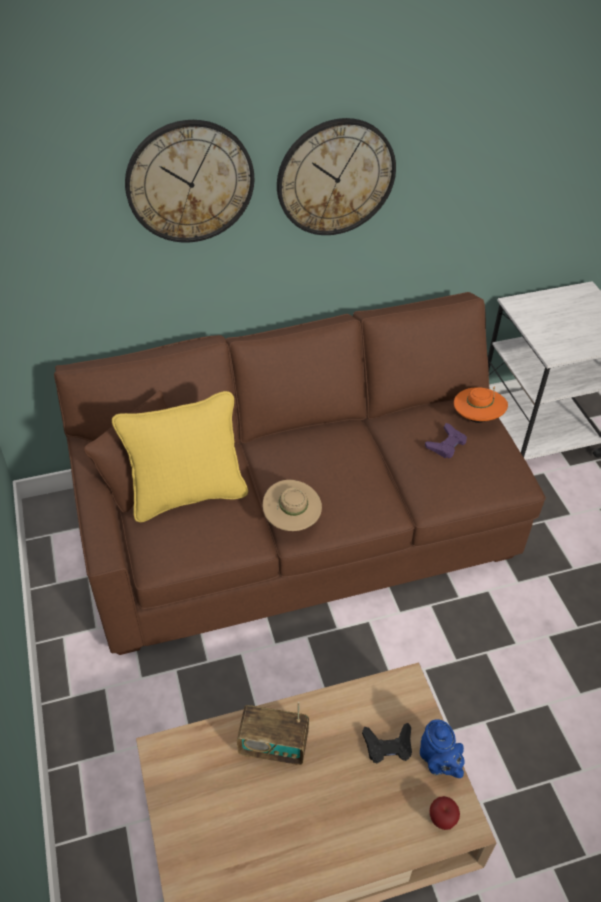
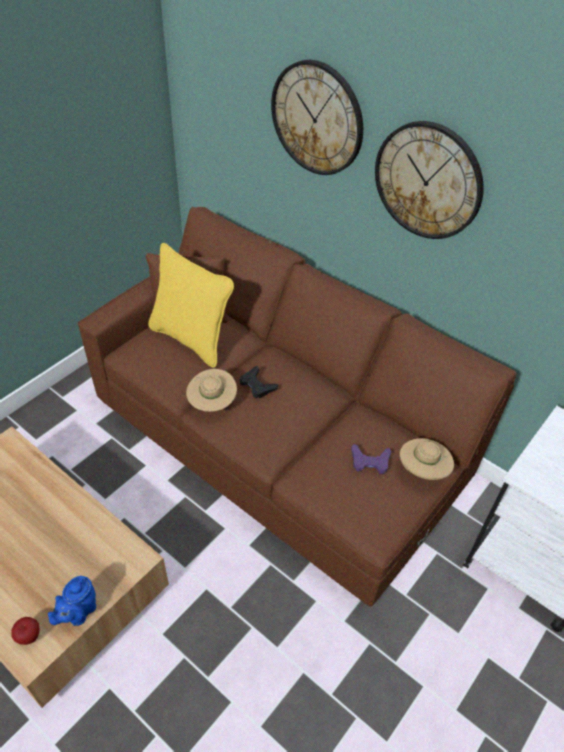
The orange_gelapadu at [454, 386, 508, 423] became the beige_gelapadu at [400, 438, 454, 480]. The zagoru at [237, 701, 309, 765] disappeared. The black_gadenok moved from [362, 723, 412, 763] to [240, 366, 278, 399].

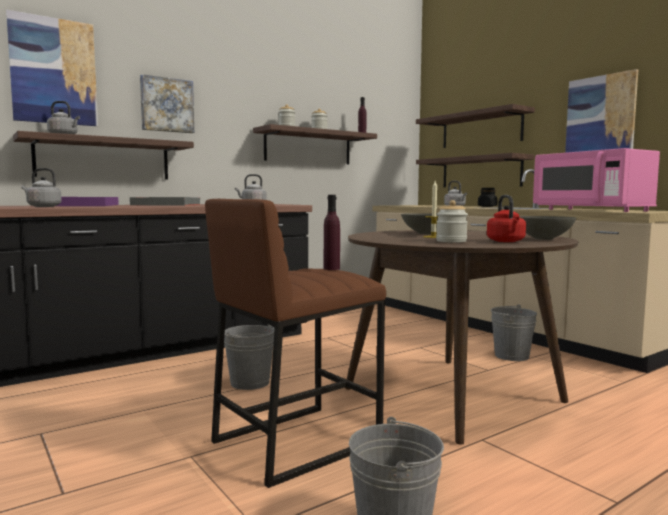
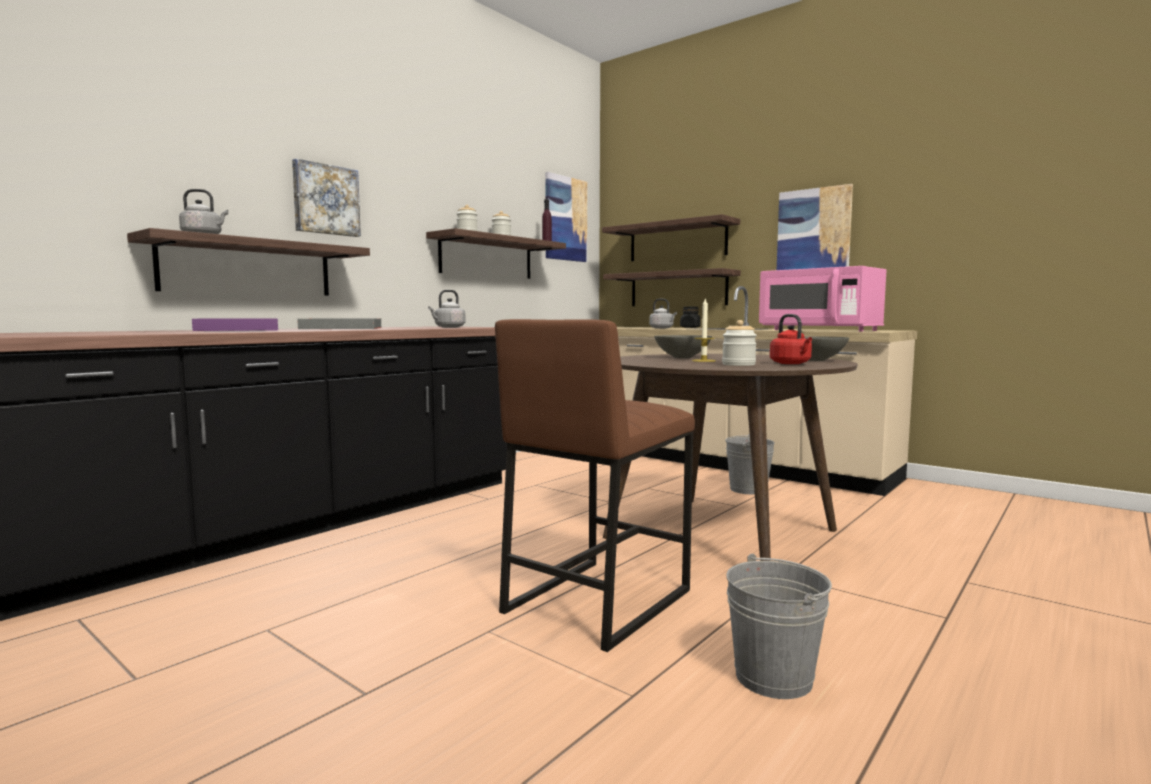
The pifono moved from [6, 10, 98, 126] to [545, 172, 587, 262]. The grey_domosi at [21, 168, 62, 207] disappeared. The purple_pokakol at [324, 195, 340, 270] disappeared. The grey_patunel at [224, 324, 275, 390] disappeared.

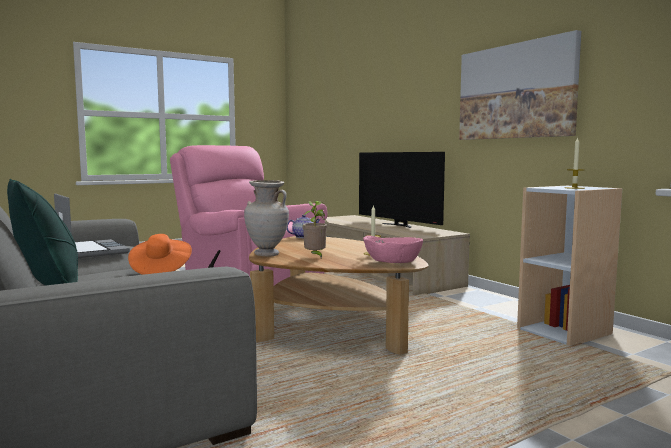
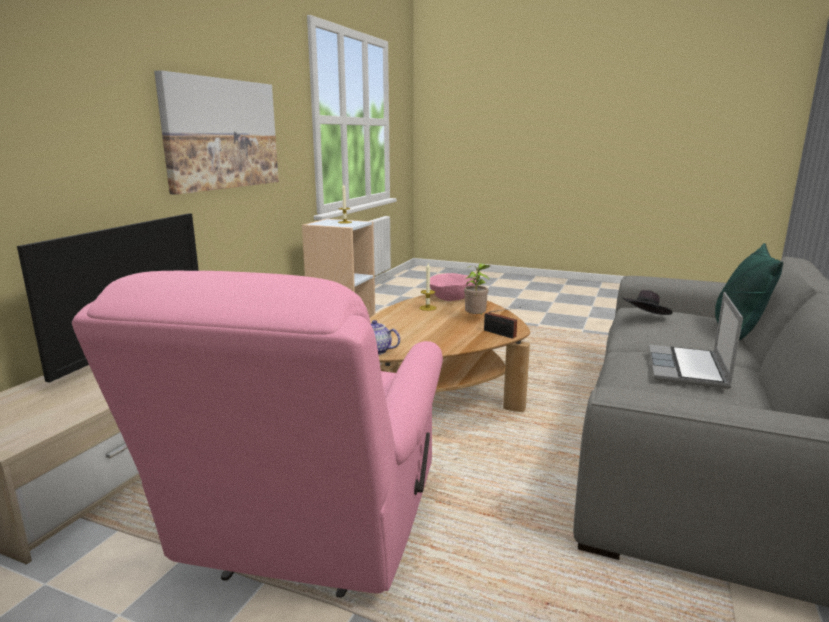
The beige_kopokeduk at [244, 180, 289, 257] was replaced by the zagoru at [484, 307, 521, 339]. The orange_gelapadu at [128, 234, 192, 275] became the black_gelapadu at [621, 290, 673, 315].

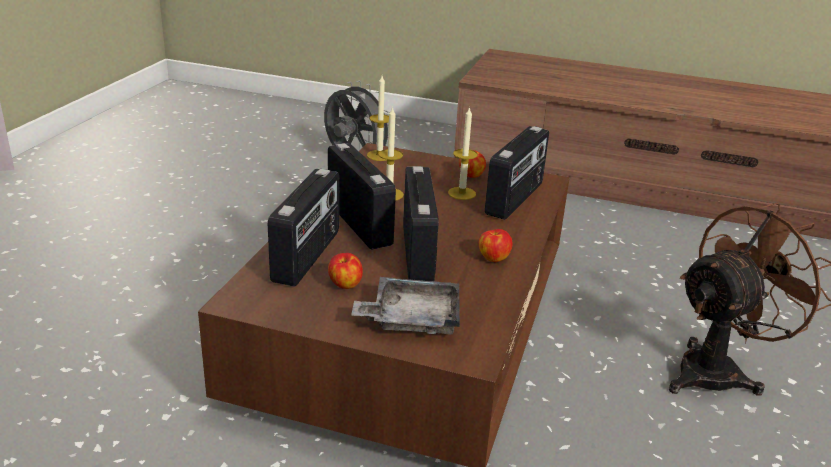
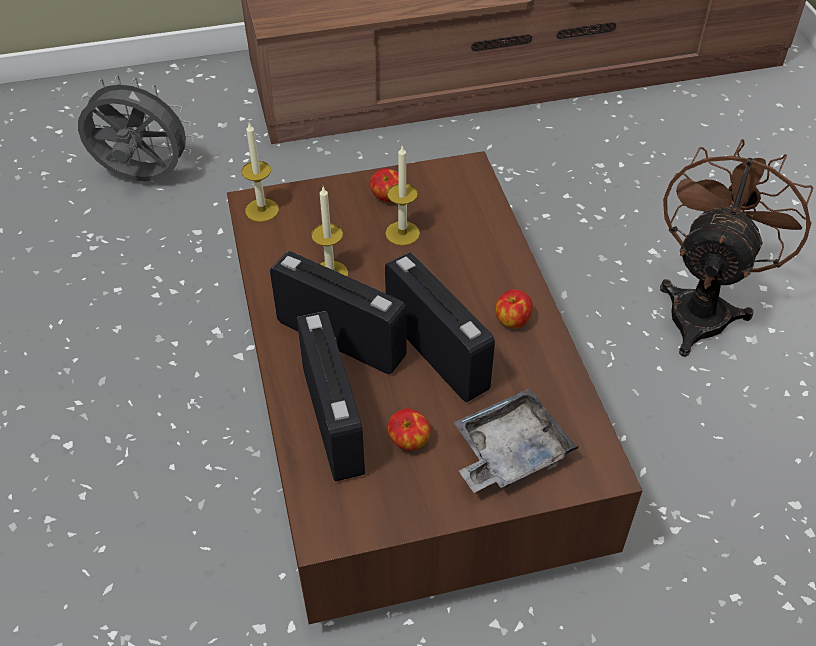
The zagoru at [485, 126, 549, 220] disappeared.

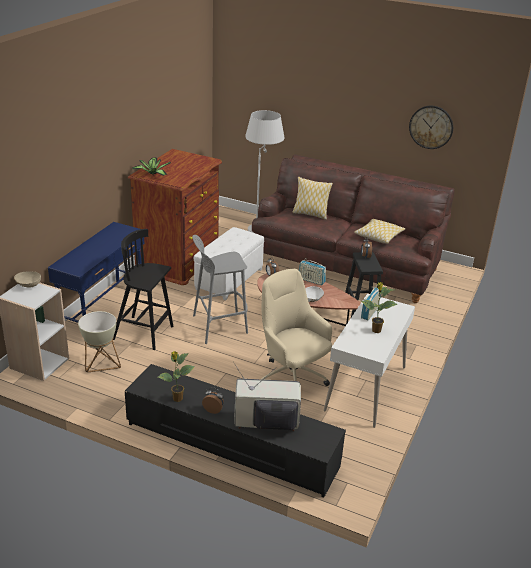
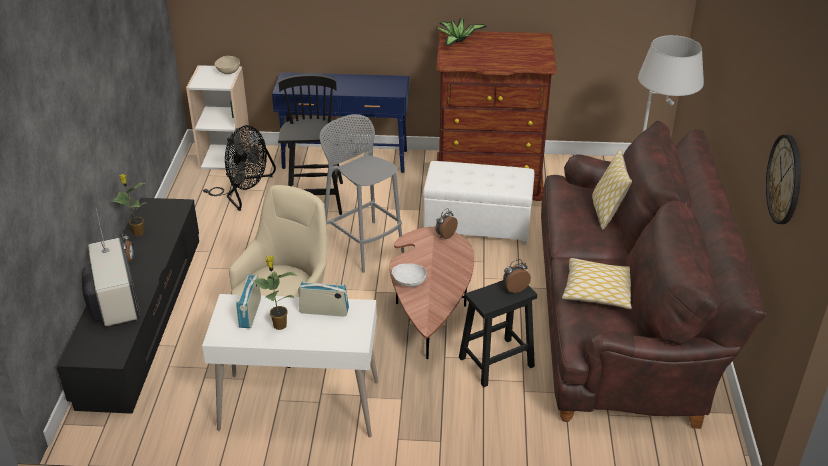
The zagoru moved from [299, 258, 326, 285] to [236, 272, 261, 328]. The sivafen at [78, 311, 121, 372] was replaced by the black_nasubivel at [203, 125, 276, 211].

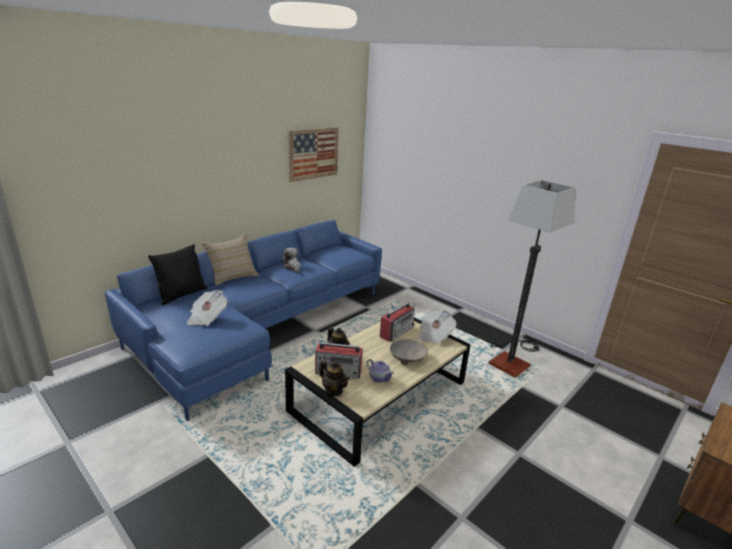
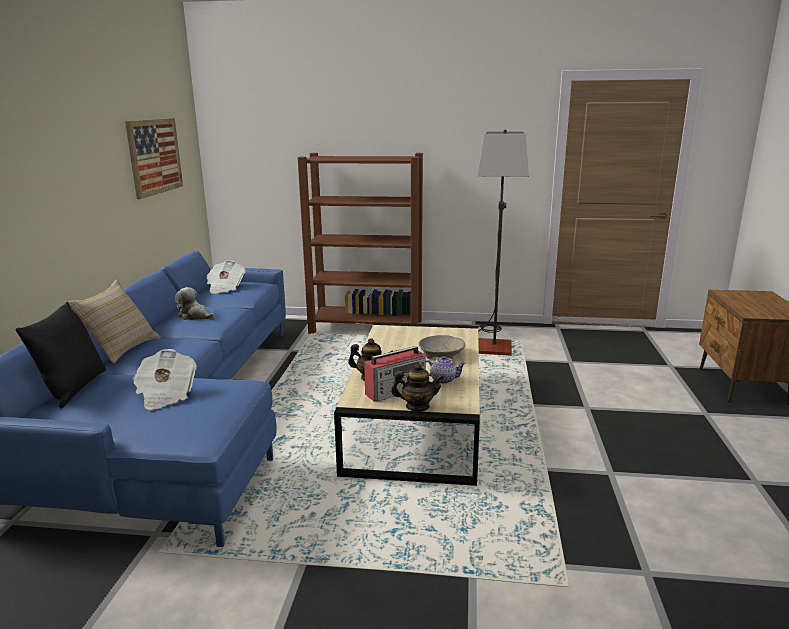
The zagoru at [380, 302, 415, 342] disappeared. The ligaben moved from [418, 310, 456, 344] to [206, 260, 245, 294]. The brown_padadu at [298, 153, 423, 334] appeared.

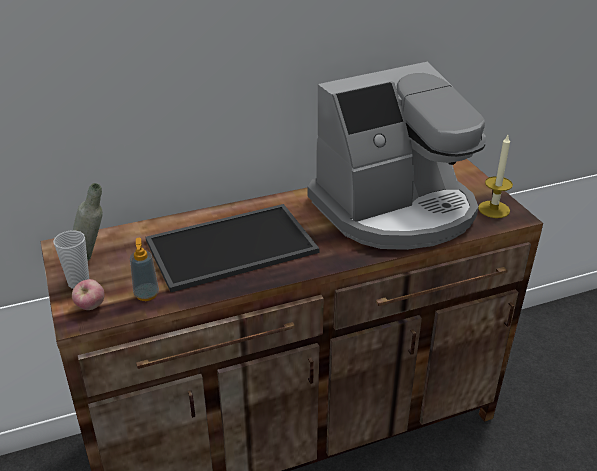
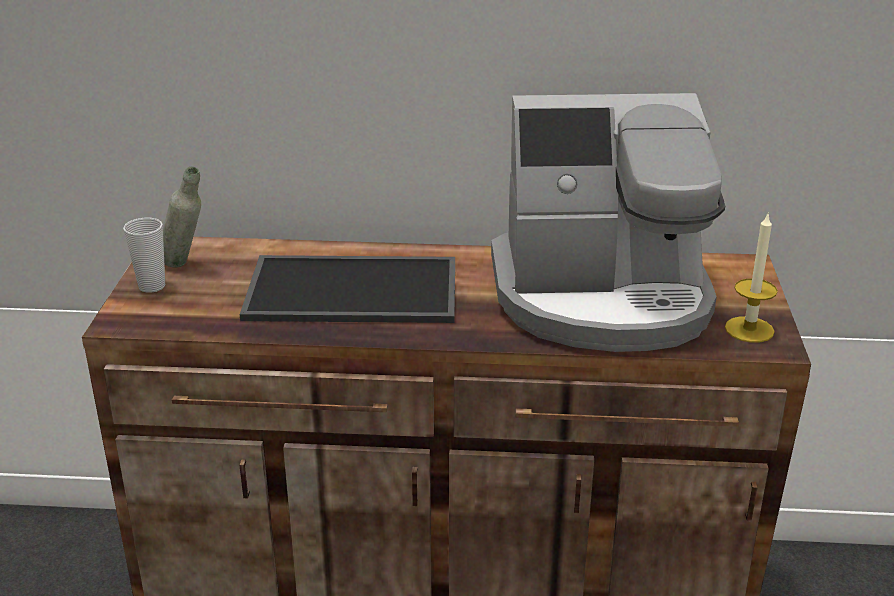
The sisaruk at [130, 238, 159, 301] disappeared. The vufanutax at [72, 279, 105, 310] disappeared.

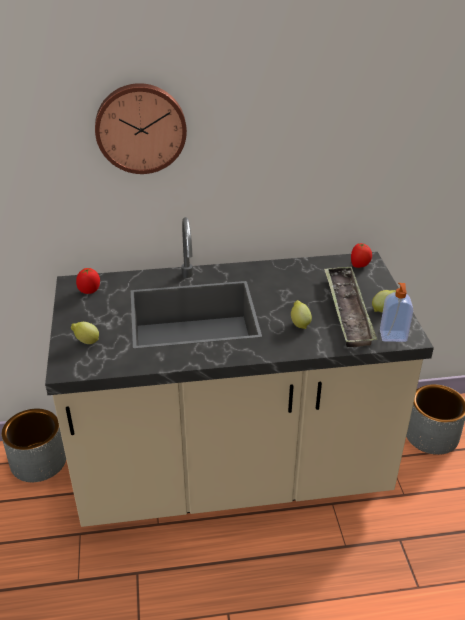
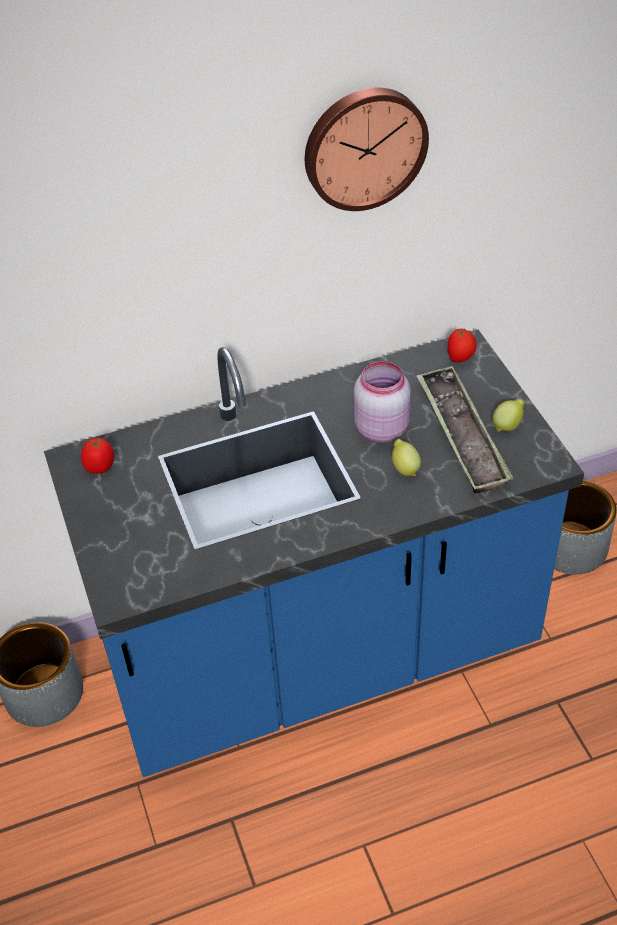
The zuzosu moved from [95, 83, 187, 174] to [305, 88, 429, 211]. The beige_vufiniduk at [45, 217, 434, 527] became the blue_vufiniduk at [44, 330, 584, 777]. The sisaruk at [380, 283, 413, 342] disappeared. The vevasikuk at [71, 322, 99, 344] disappeared. The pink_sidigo at [354, 361, 411, 443] appeared.

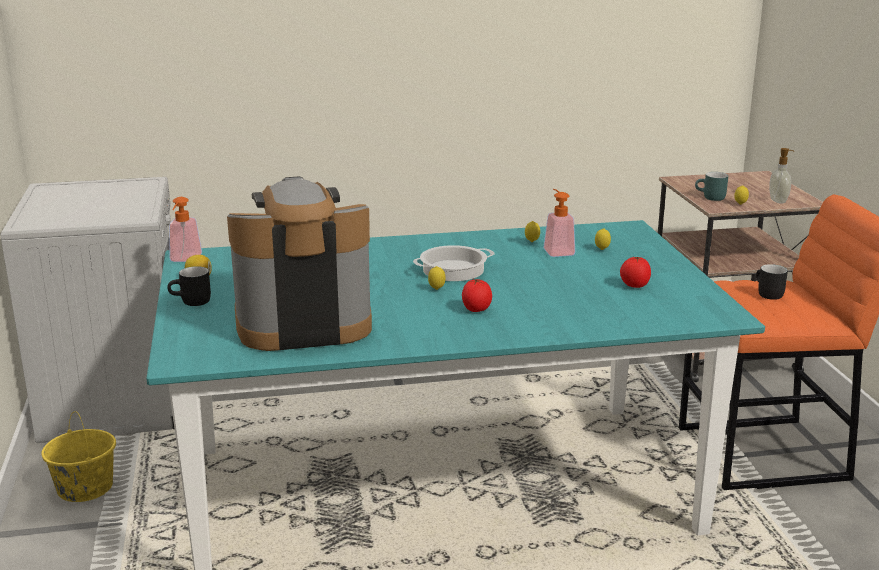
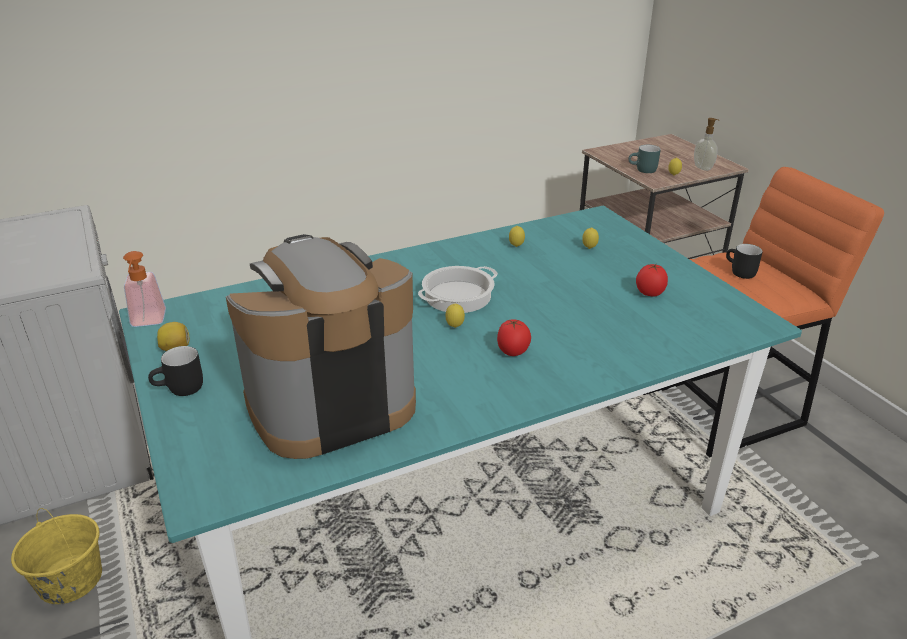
The sisaruk at [543, 189, 575, 257] disappeared.

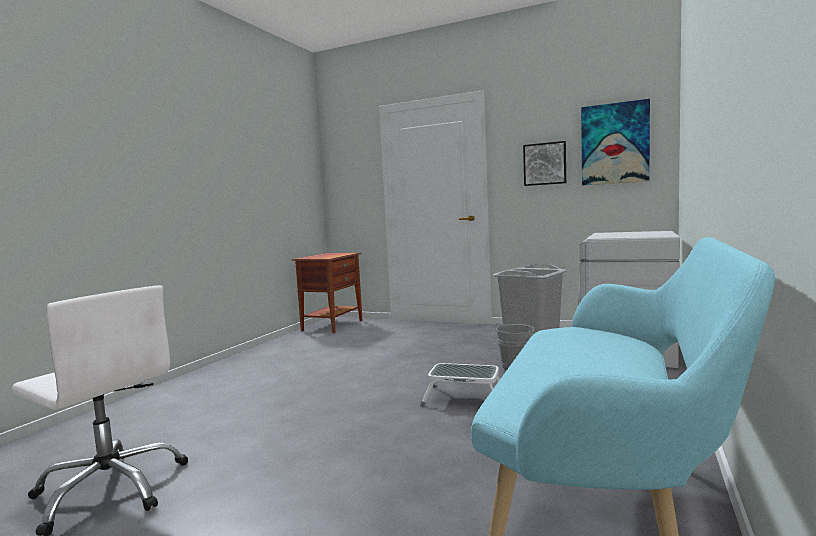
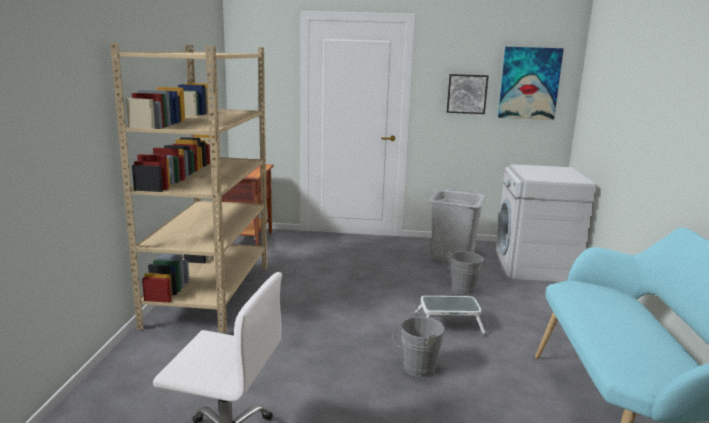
The beige_padadu at [110, 43, 267, 334] appeared. The grey_patunel at [392, 312, 445, 377] appeared.

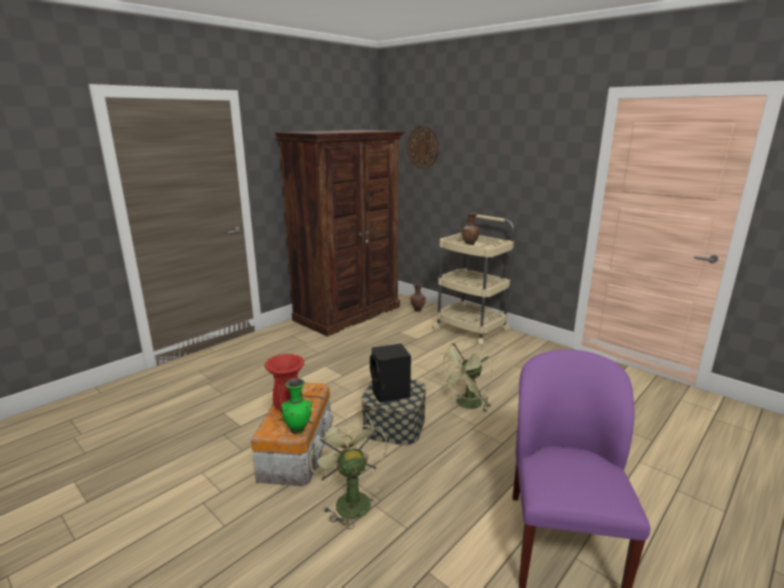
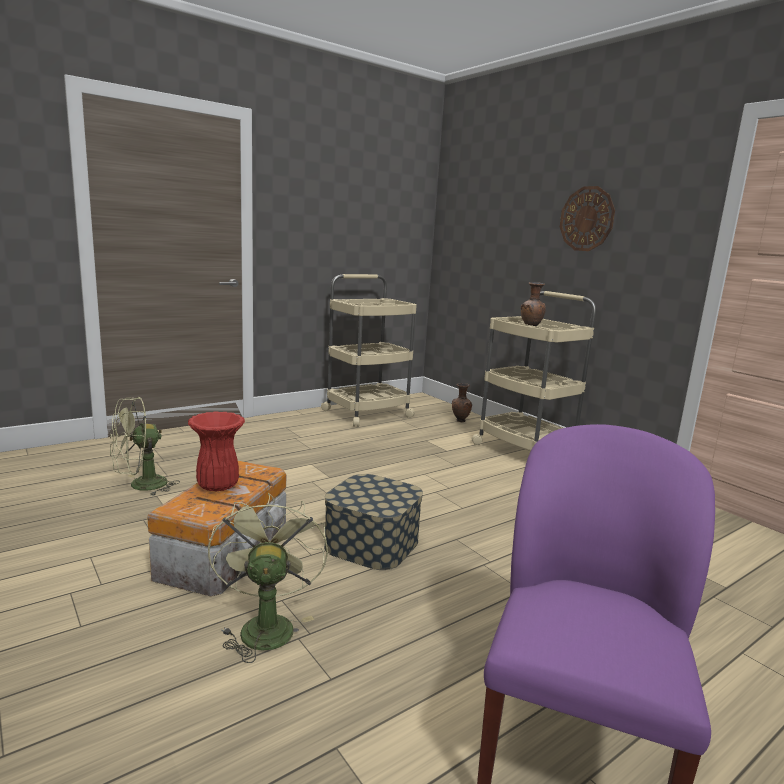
The zuzosu moved from [407, 126, 439, 169] to [560, 186, 615, 251]. The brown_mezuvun at [274, 130, 405, 337] was replaced by the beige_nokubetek at [321, 274, 417, 427]. The green_nasubivel moved from [438, 340, 493, 412] to [110, 397, 180, 496]. The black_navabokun at [370, 343, 411, 403] disappeared. The green_kopokeduk at [281, 378, 312, 434] disappeared.

